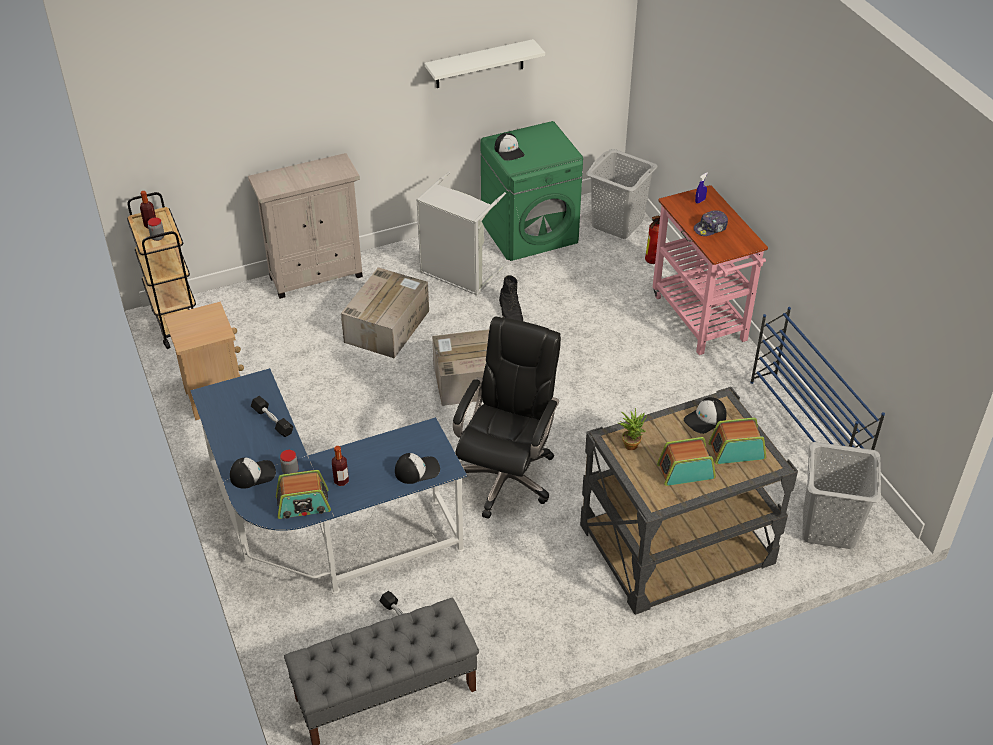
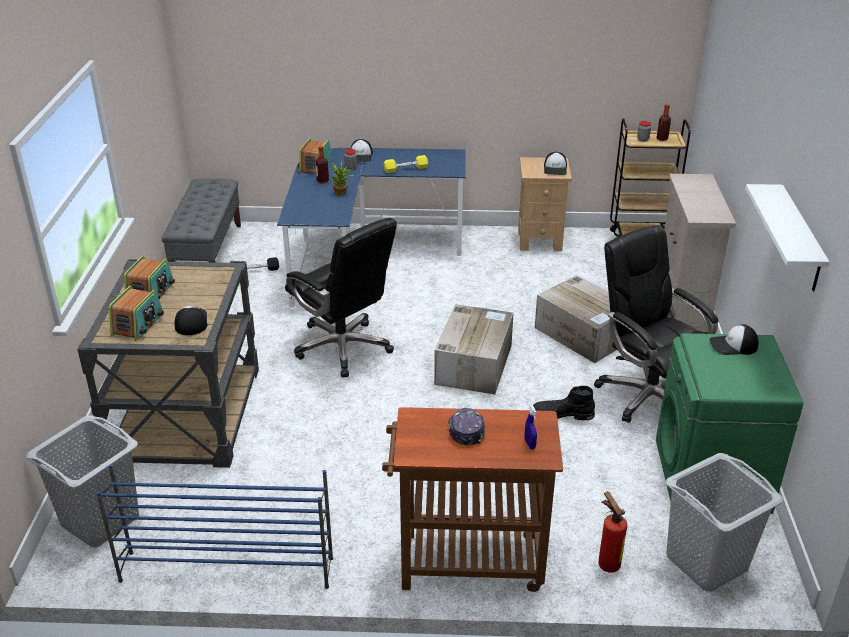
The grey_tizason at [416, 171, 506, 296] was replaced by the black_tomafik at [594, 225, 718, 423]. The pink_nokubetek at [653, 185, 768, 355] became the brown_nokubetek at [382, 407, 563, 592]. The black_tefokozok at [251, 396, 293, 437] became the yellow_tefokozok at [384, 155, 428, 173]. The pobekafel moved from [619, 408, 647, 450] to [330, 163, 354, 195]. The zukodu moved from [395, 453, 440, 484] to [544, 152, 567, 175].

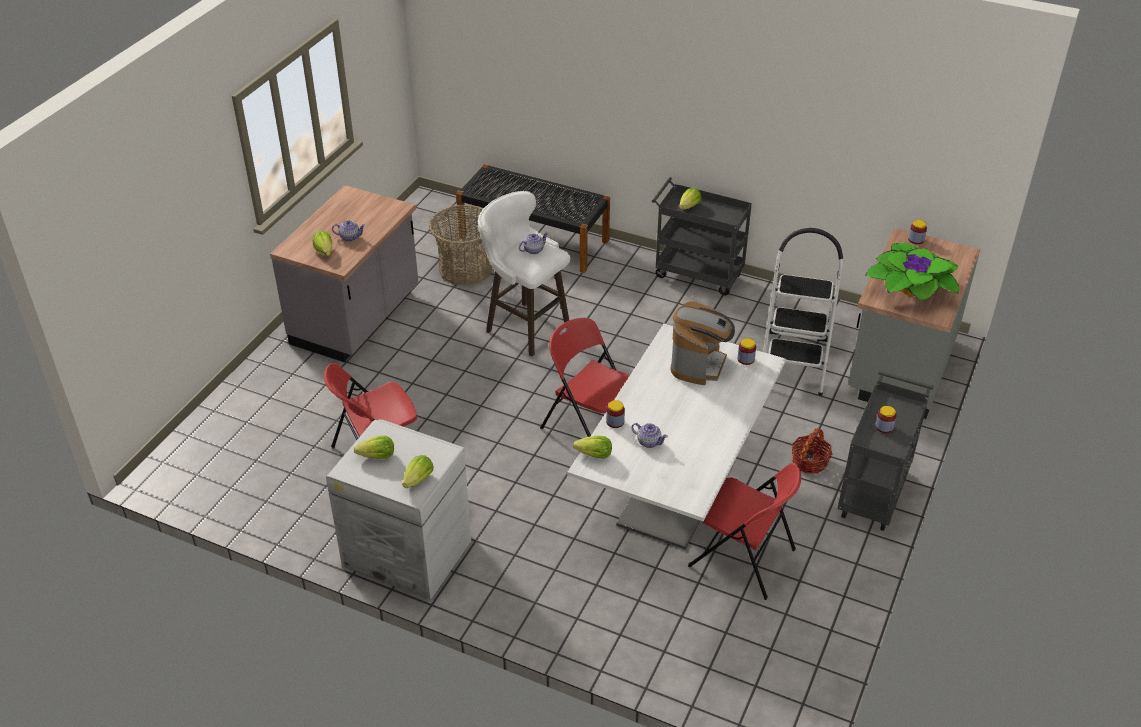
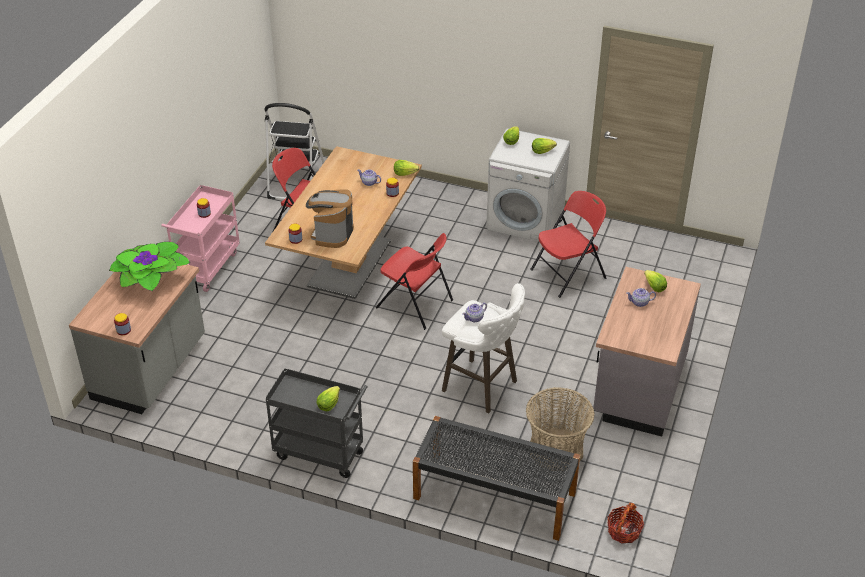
The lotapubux moved from [763, 228, 843, 396] to [264, 103, 325, 200]. The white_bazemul at [567, 323, 786, 549] became the brown_bazemul at [265, 146, 422, 299]. The grey_nokubetek at [838, 371, 934, 531] became the pink_nokubetek at [161, 185, 240, 292]. The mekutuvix moved from [792, 429, 832, 474] to [607, 503, 644, 543].

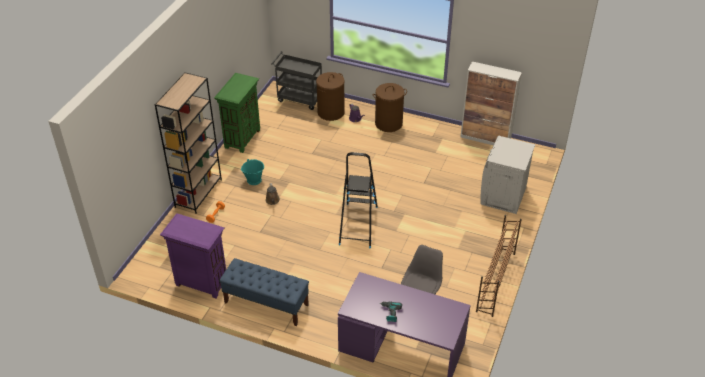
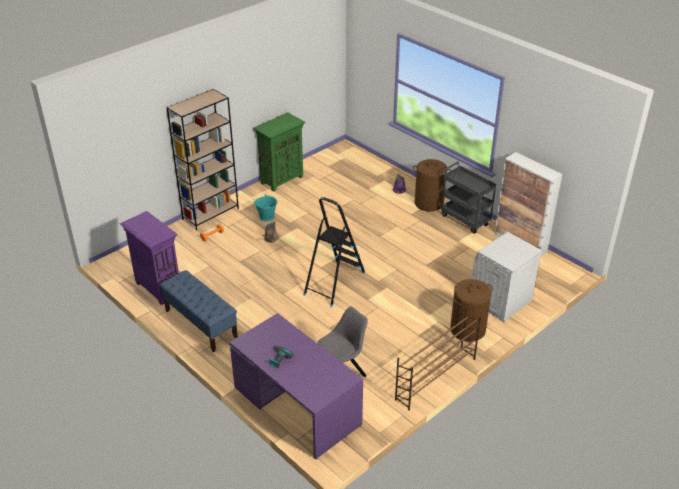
The grey_nokubetek moved from [271, 51, 322, 110] to [441, 161, 496, 234]. The brown_tizason moved from [316, 72, 345, 121] to [450, 279, 493, 342].

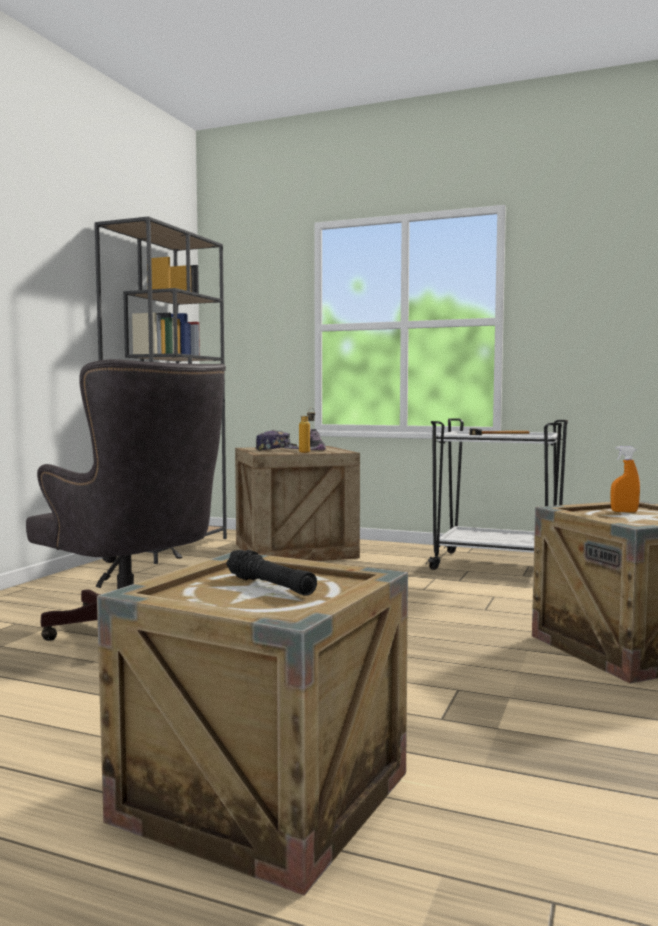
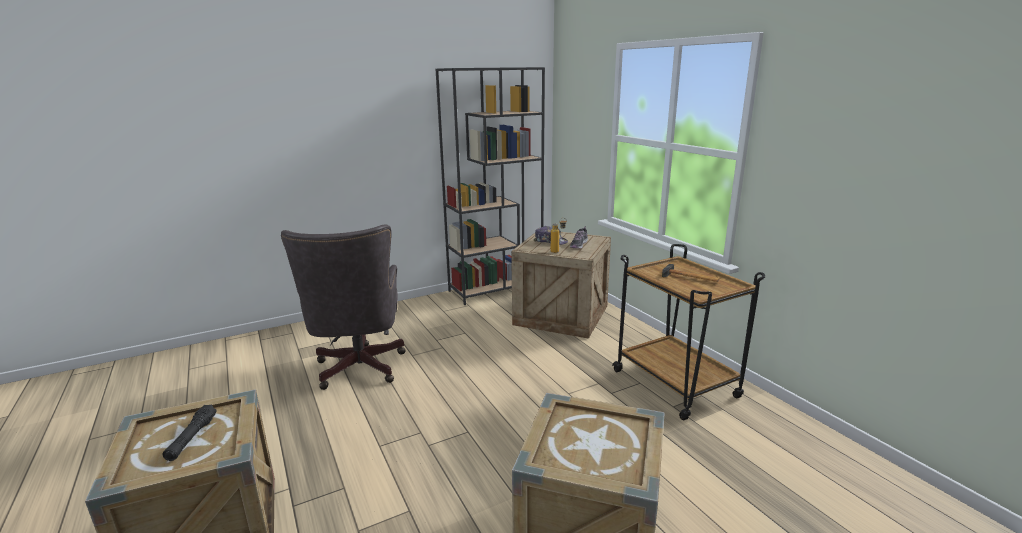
The white_nokubetek at [426, 418, 568, 570] became the brown_nokubetek at [612, 244, 765, 420]. The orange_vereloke at [610, 446, 640, 512] disappeared.

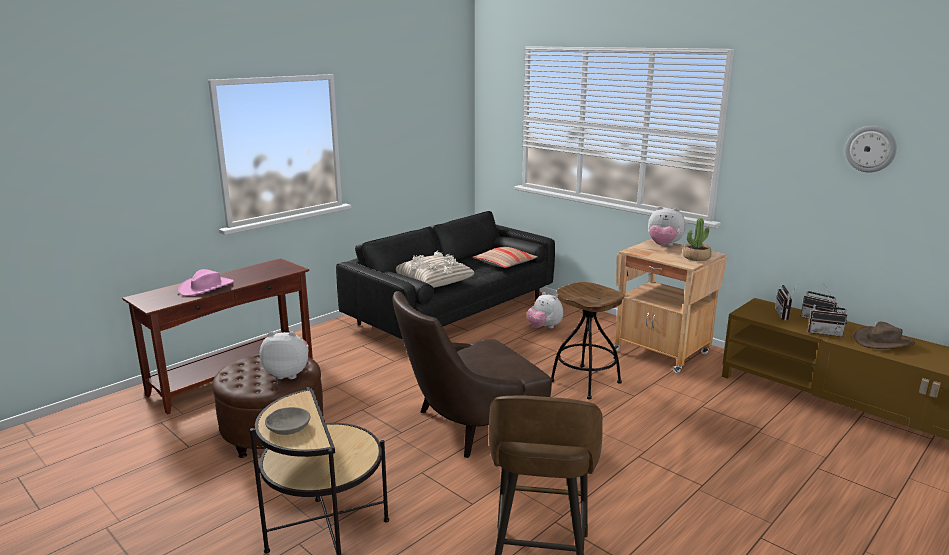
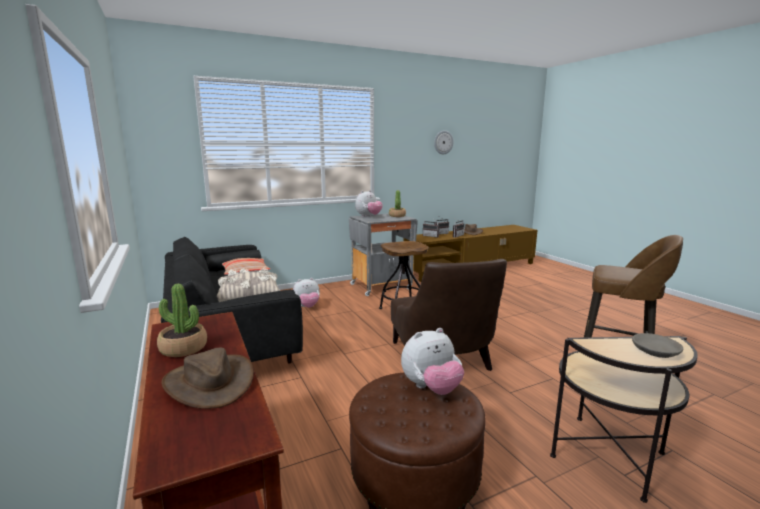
The brown_nokubetek at [614, 239, 727, 373] became the grey_nokubetek at [349, 213, 418, 296]. The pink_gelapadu at [178, 269, 234, 296] became the brown_gelapadu at [161, 348, 254, 409]. The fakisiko at [260, 331, 309, 379] turned 135 degrees counterclockwise. The pobekafel at [157, 284, 207, 357] appeared.

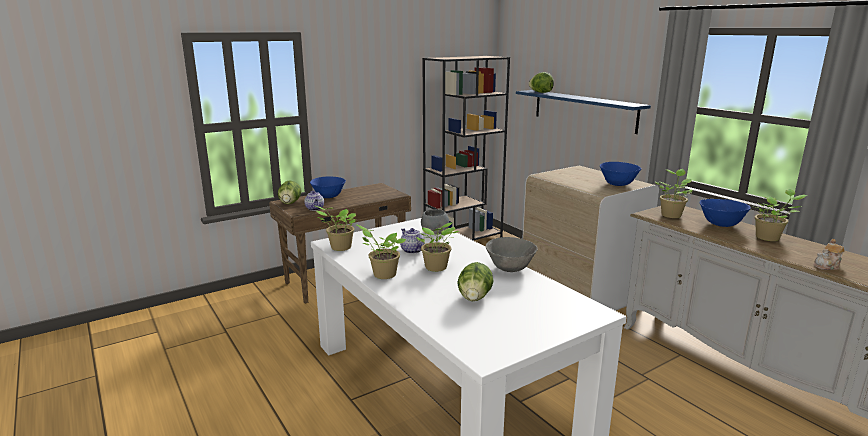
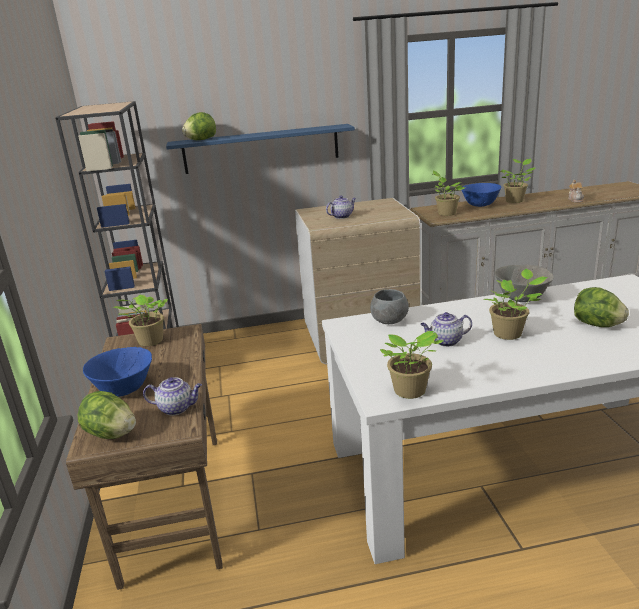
The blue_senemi at [600, 162, 642, 186] disappeared. The pobekafel moved from [357, 225, 406, 279] to [113, 294, 168, 346]. The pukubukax at [326, 196, 356, 219] appeared.

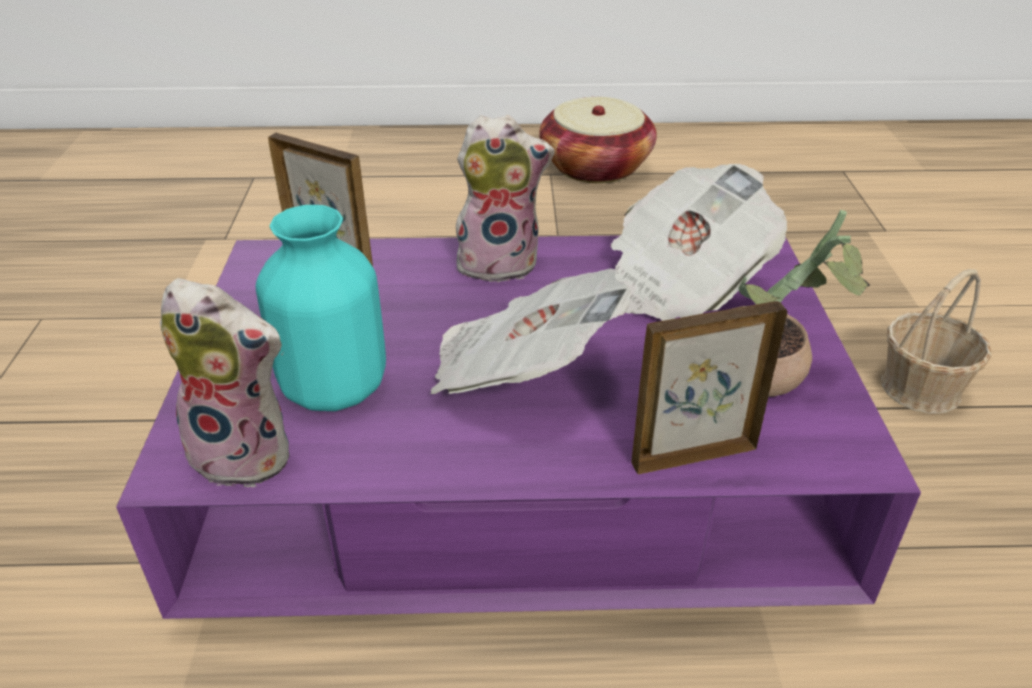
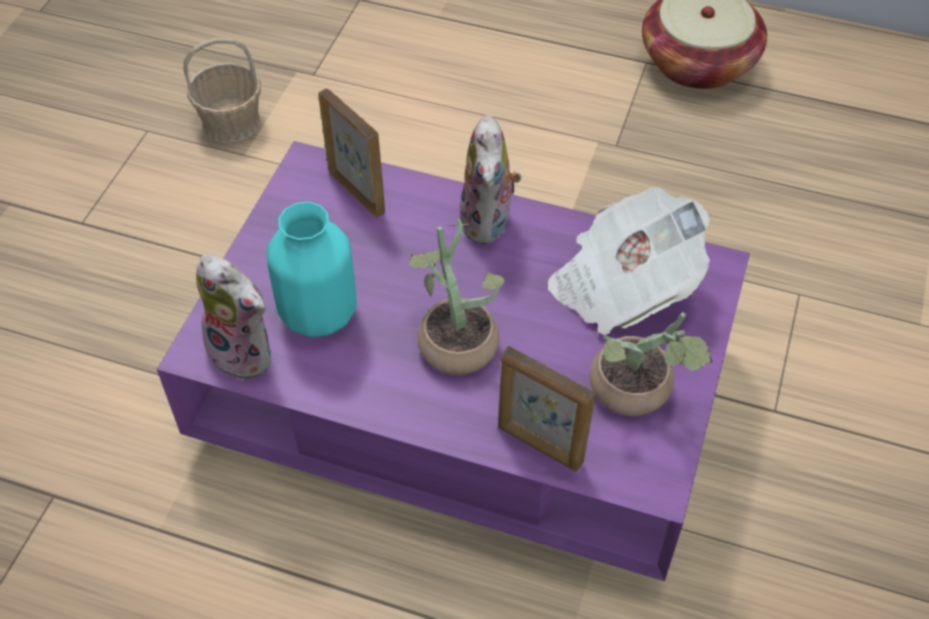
The fakisiko at [455, 115, 555, 283] turned 75 degrees clockwise. The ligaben at [431, 269, 631, 394] was replaced by the pobekafel at [408, 219, 505, 375]. The mekutuvix moved from [881, 269, 991, 414] to [184, 38, 261, 143]. The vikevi at [631, 301, 787, 474] turned 150 degrees counterclockwise.

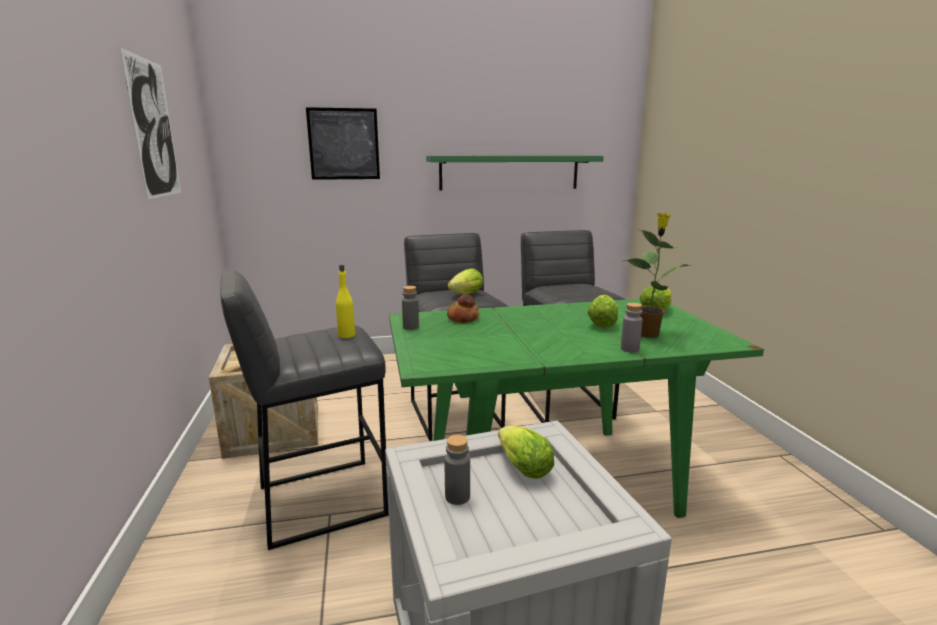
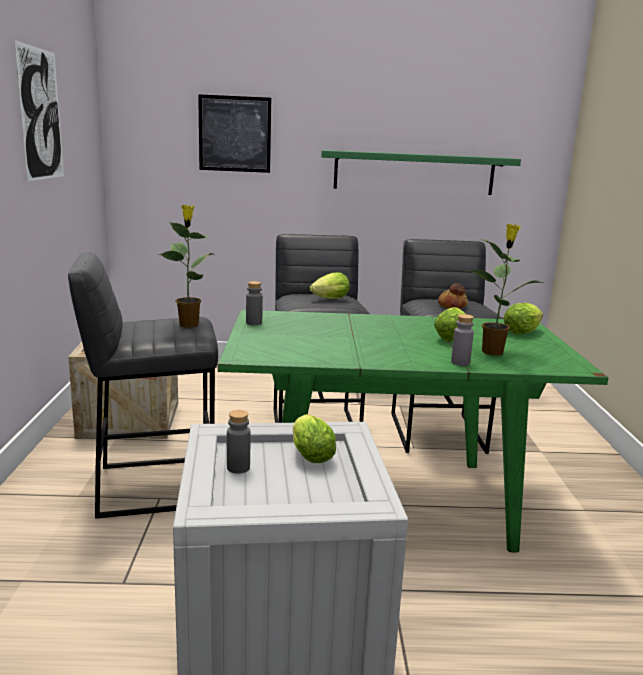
The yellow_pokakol at [336, 265, 355, 338] was replaced by the pobekafel at [158, 205, 213, 328]. The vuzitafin moved from [447, 294, 480, 323] to [438, 283, 468, 309].

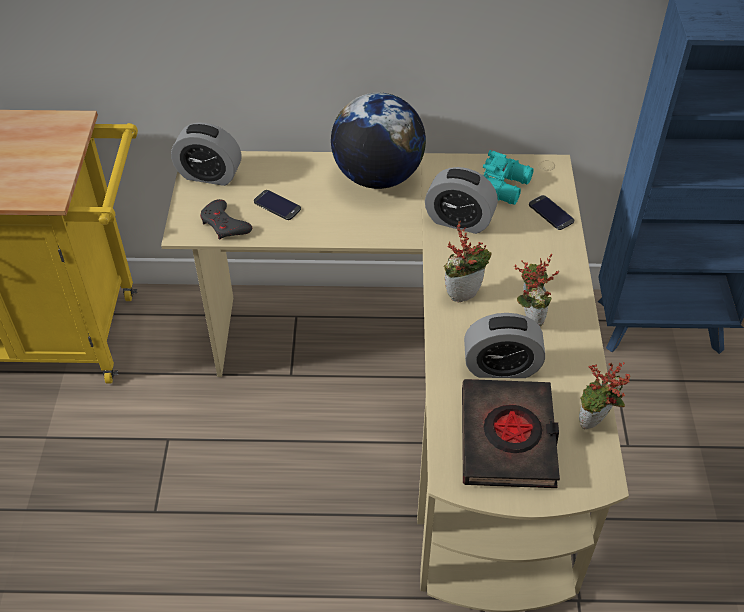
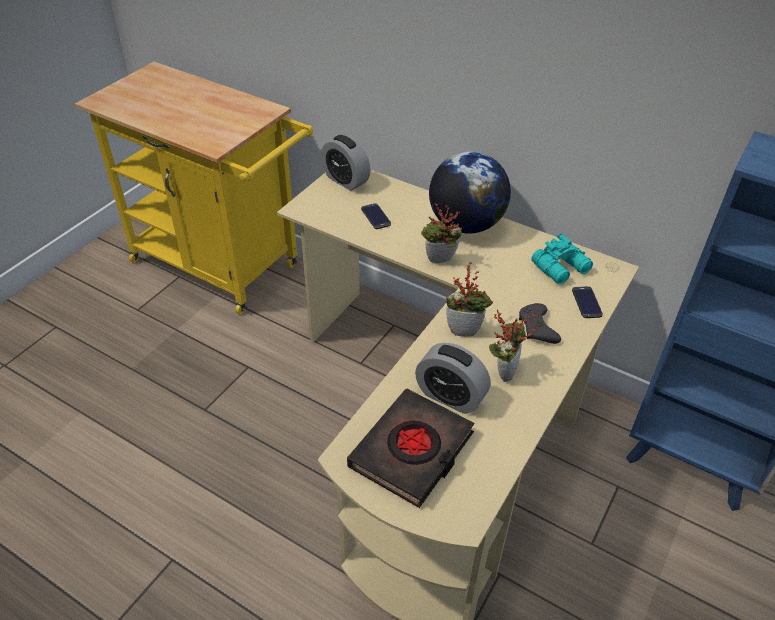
The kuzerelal at [425, 167, 498, 234] disappeared. The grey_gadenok moved from [200, 199, 252, 240] to [519, 303, 561, 344]. The pobekafel moved from [579, 362, 631, 429] to [421, 203, 462, 263].

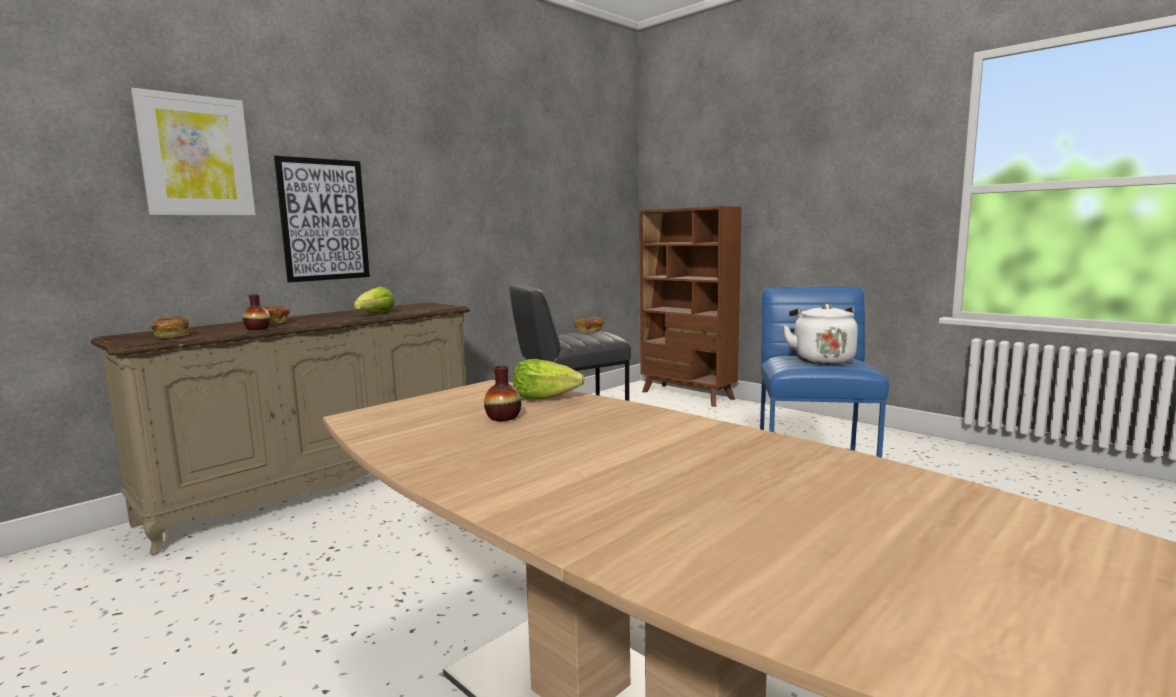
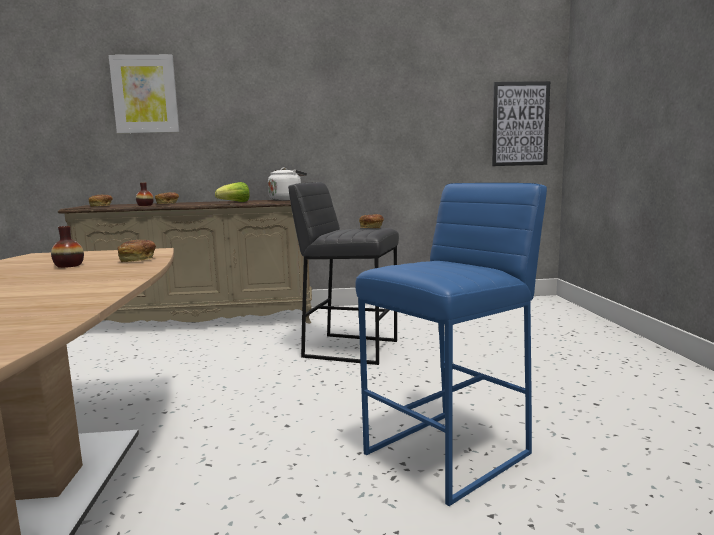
The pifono moved from [274, 156, 370, 282] to [492, 81, 550, 166]. The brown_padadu at [639, 206, 742, 407] disappeared. The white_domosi moved from [782, 304, 858, 365] to [268, 168, 307, 201]. The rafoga at [513, 359, 585, 399] was replaced by the vuzitafin at [118, 240, 156, 262].

